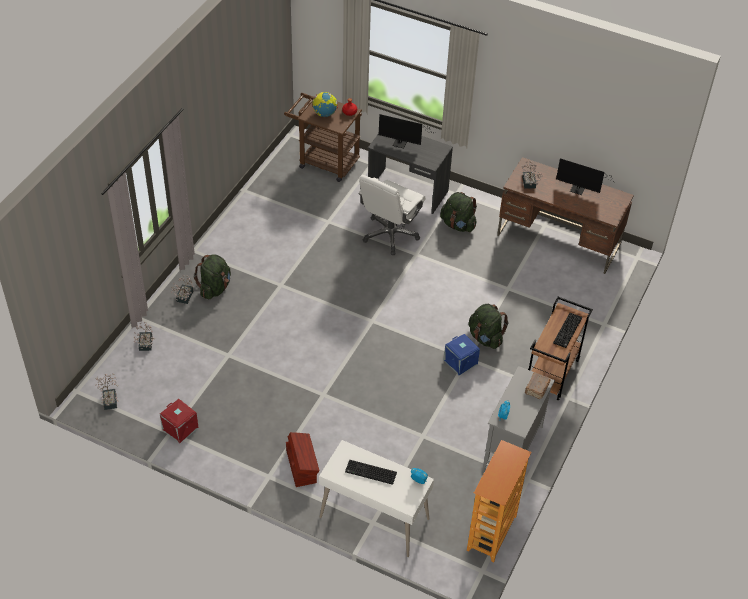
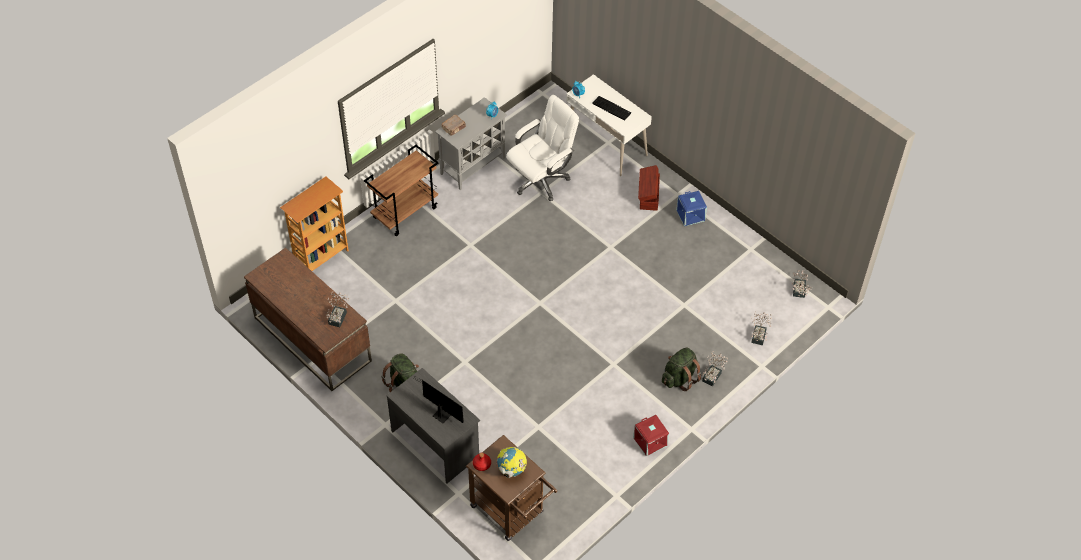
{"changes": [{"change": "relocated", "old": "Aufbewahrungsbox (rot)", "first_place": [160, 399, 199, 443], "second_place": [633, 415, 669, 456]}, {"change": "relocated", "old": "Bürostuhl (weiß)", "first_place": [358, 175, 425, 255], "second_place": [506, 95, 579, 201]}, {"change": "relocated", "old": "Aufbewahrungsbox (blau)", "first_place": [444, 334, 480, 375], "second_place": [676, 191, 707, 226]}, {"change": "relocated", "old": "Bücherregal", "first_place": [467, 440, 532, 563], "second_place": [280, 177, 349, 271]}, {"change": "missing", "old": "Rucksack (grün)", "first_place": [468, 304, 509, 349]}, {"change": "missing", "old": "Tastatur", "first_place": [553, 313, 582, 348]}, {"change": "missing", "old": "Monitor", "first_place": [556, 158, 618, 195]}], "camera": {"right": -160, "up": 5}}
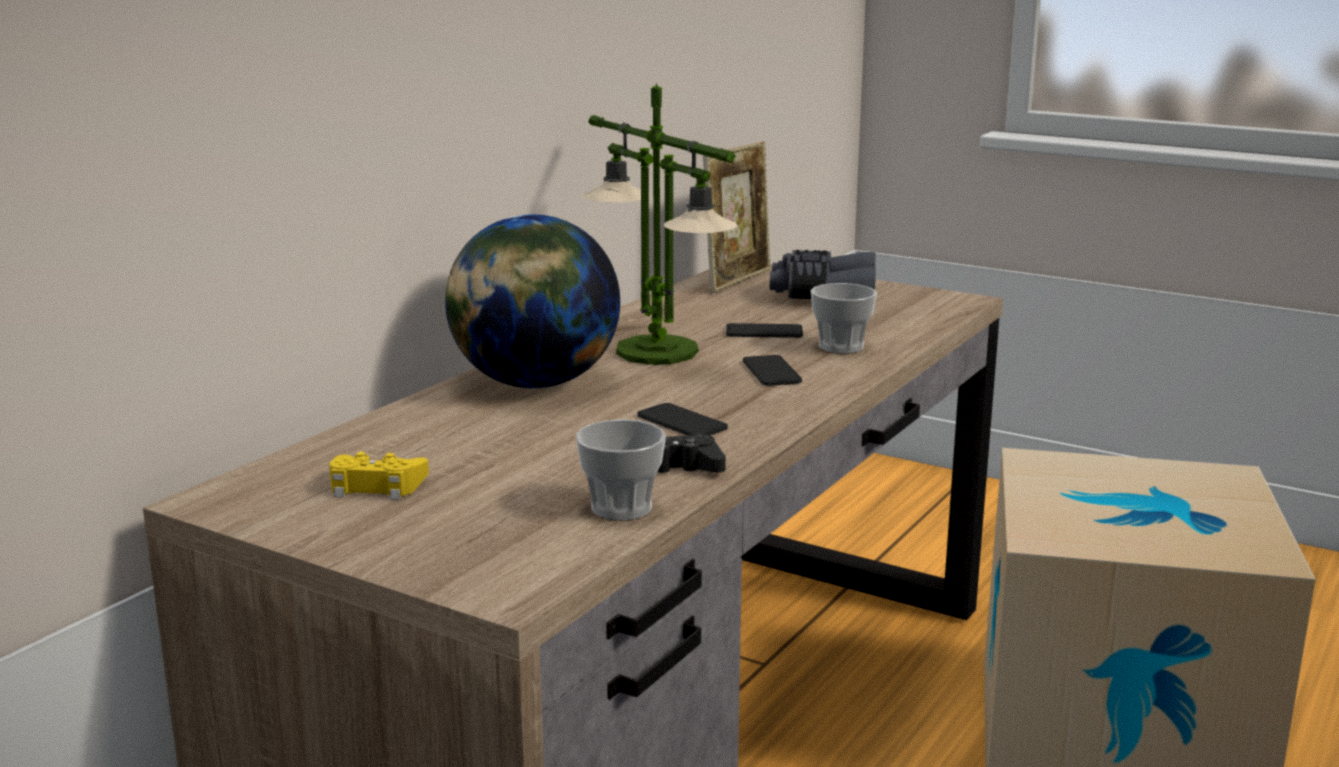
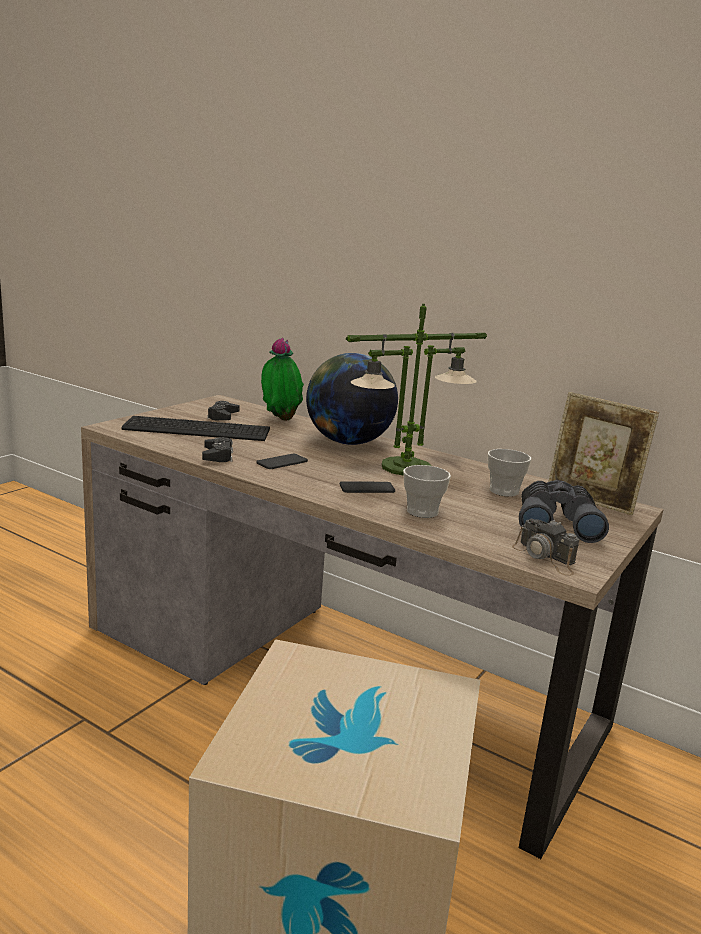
{"changes": [{"change": "colour", "old": "Gamepad (gelb)", "new": "Gamepad (schwarz)", "first_place": [329, 452, 429, 500], "second_place": [207, 401, 240, 420]}, {"change": "relocated", "old": "Tasse", "first_place": [576, 419, 666, 521], "second_place": [488, 449, 531, 497]}, {"change": "missing", "old": "Handy", "first_place": [726, 323, 803, 338]}, {"change": "appeared", "new": "Tastatur", "second_place": [121, 416, 270, 441]}, {"change": "appeared", "new": "Topfpflanze", "second_place": [261, 338, 304, 421]}, {"change": "appeared", "new": "Kamera", "second_place": [512, 519, 579, 576]}], "camera": {"right": 90, "up": 0}}
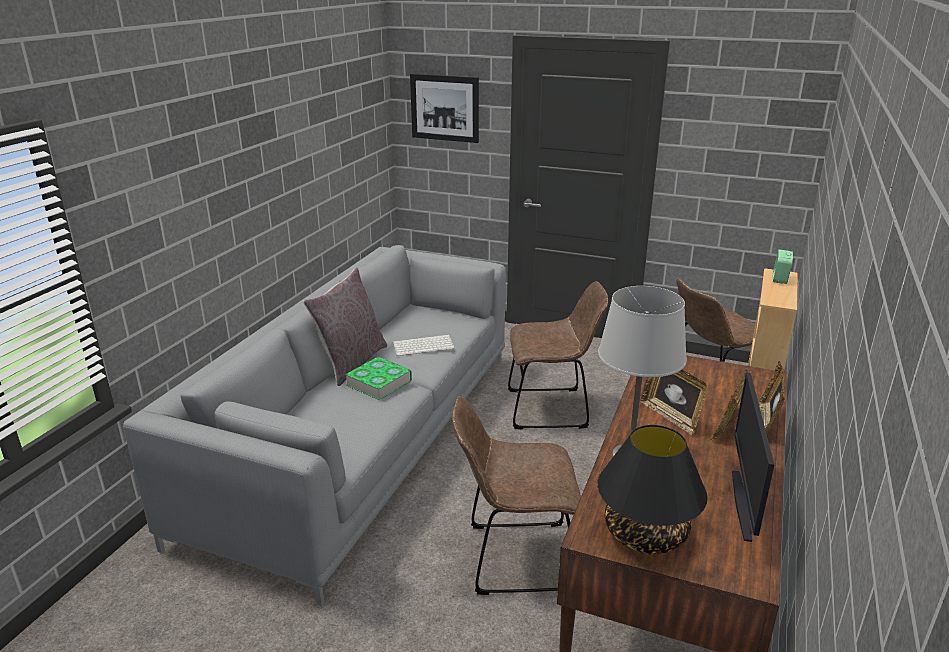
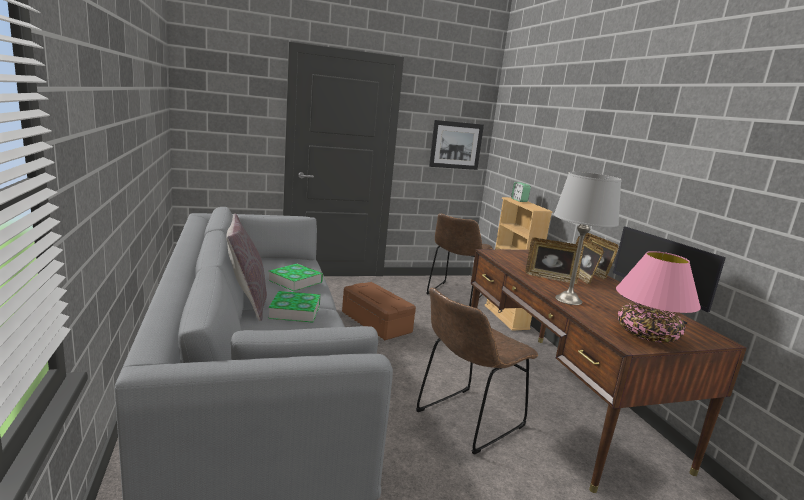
{"changes": [{"change": "exchanged", "old": "Tastatur", "new": "Buch", "first_place": [393, 335, 455, 356], "second_place": [268, 264, 323, 291]}, {"change": "relocated", "old": "Bild", "first_place": [410, 74, 479, 143], "second_place": [429, 120, 484, 170]}, {"change": "exchanged", "old": "Stuhl (braun)", "new": "Aufbewahrungsbox (braun)", "first_place": [508, 281, 608, 430], "second_place": [342, 282, 416, 340]}, {"change": "colour", "old": "Tischlampe (schwarz)", "new": "Tischlampe (rosa)", "first_place": [597, 425, 708, 554], "second_place": [616, 251, 701, 343]}], "camera": {"right": -40, "up": -10}}
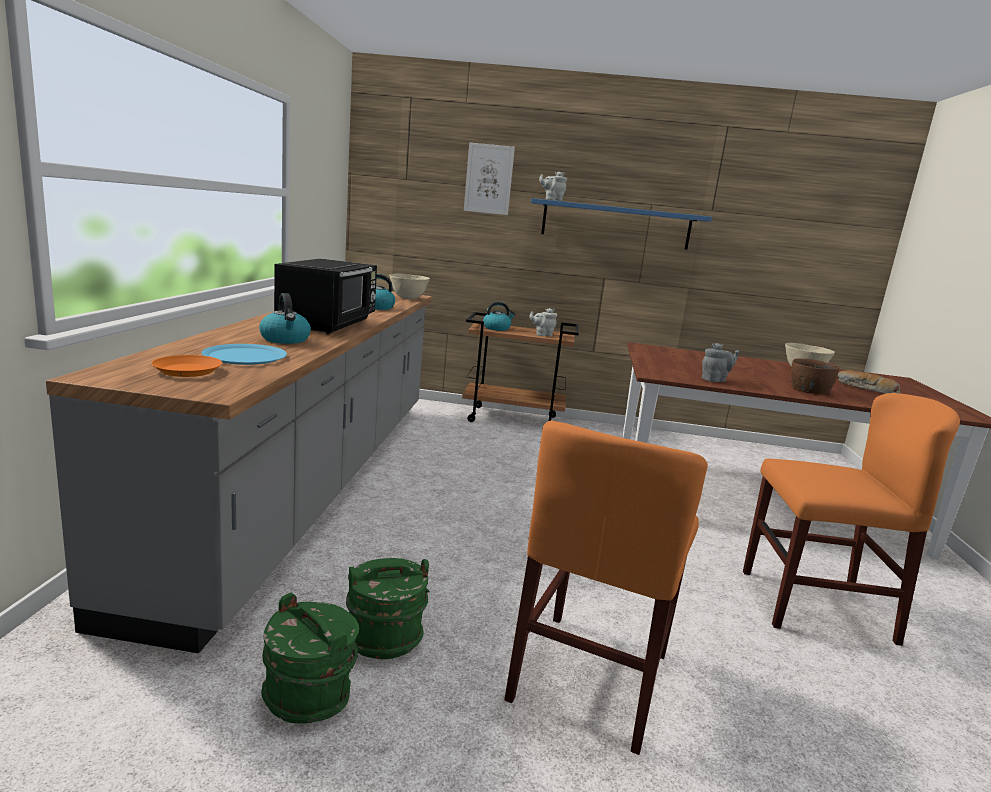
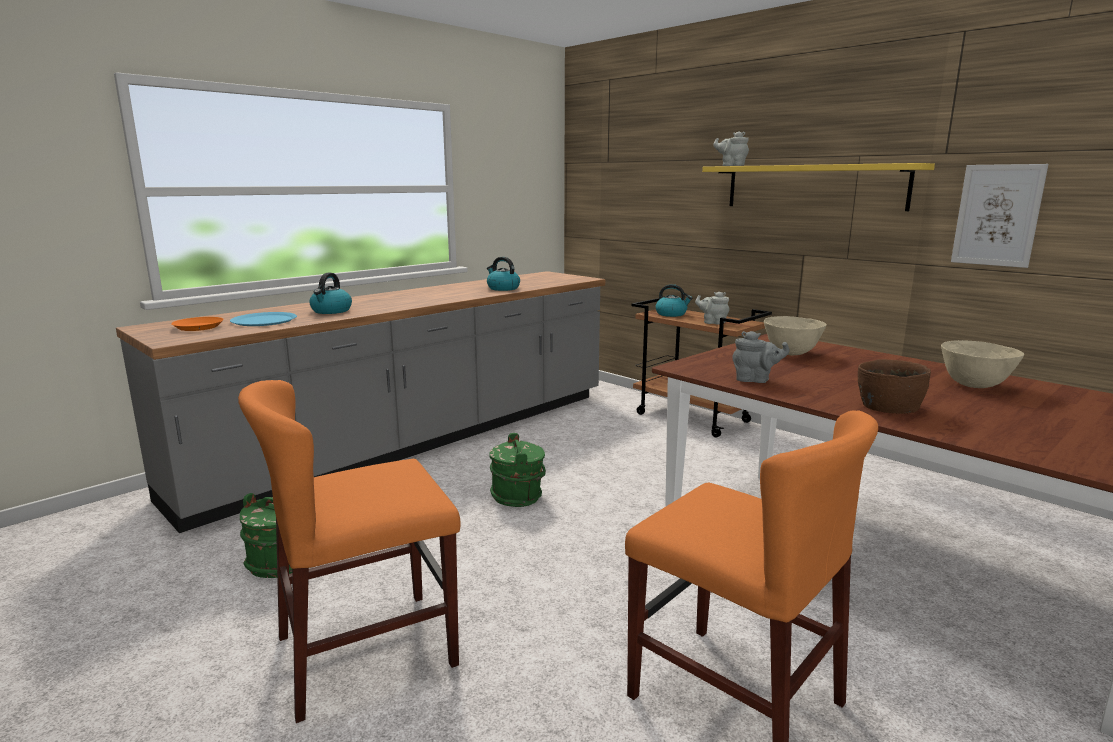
{"changes": [{"change": "relocated", "old": "Eimer (grün)", "first_place": [261, 592, 359, 724], "second_place": [489, 433, 546, 507]}, {"change": "missing", "old": "Mikrowelle (schwarz)", "first_place": [274, 259, 377, 334]}, {"change": "relocated", "old": "Schüssel (beige)", "first_place": [390, 274, 430, 299], "second_place": [764, 316, 826, 355]}, {"change": "relocated", "old": "Bild", "first_place": [464, 142, 515, 215], "second_place": [951, 164, 1048, 268]}, {"change": "colour", "old": "Wandregal (blau)", "new": "Wandregal (gelb)", "first_place": [531, 198, 712, 250], "second_place": [702, 163, 935, 211]}, {"change": "missing", "old": "Brot", "first_place": [837, 370, 900, 394]}], "camera": {"right": 40, "up": 0}}
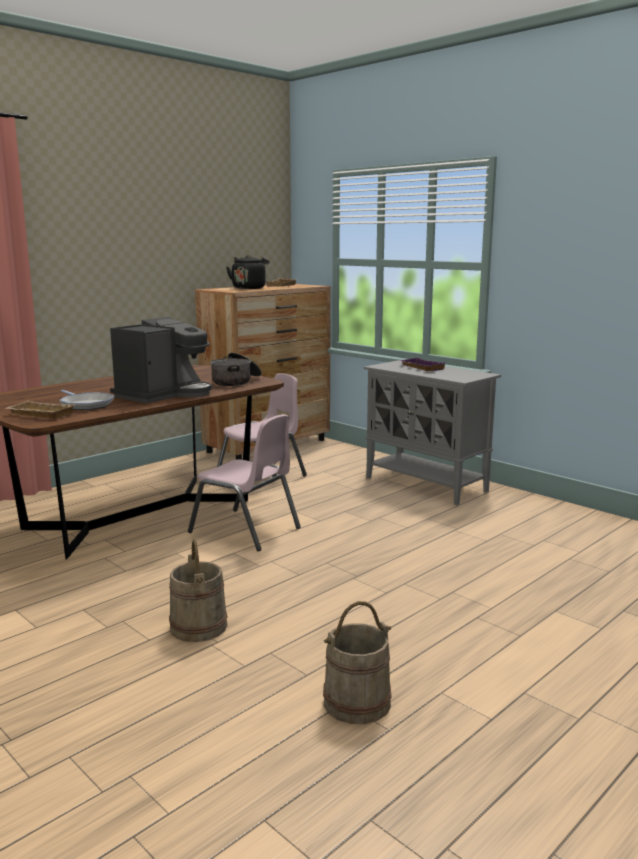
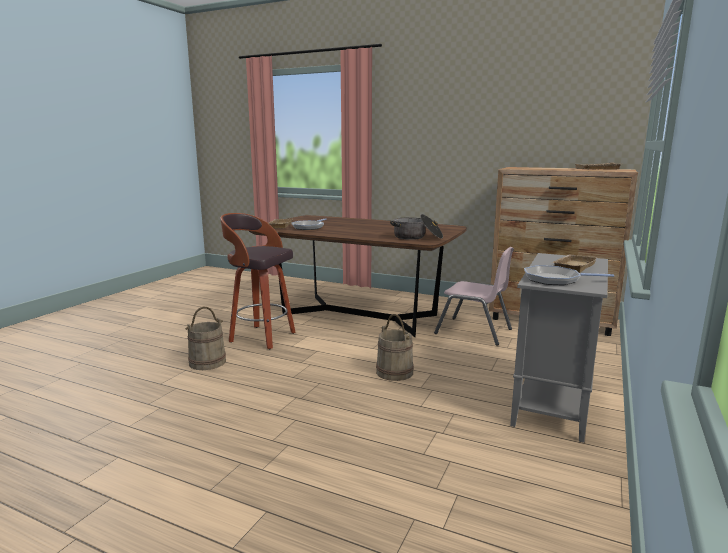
{"changes": [{"change": "missing", "old": "Kaffeemaschine", "first_place": [110, 317, 212, 403]}, {"change": "missing", "old": "Stuhl (rosa)", "first_place": [188, 414, 301, 551]}, {"change": "missing", "old": "Wasserkessel (schwarz)", "first_place": [226, 255, 269, 289]}, {"change": "relocated", "old": "Eimer (beige)", "first_place": [323, 601, 392, 724], "second_place": [376, 314, 414, 381]}, {"change": "colour", "old": "Tablett (lila)", "new": "Tablett (beige)", "first_place": [399, 358, 445, 371], "second_place": [553, 255, 597, 273]}, {"change": "appeared", "new": "Hocker", "second_place": [220, 213, 296, 349]}, {"change": "appeared", "new": "Pfanne", "second_place": [524, 265, 614, 285]}], "camera": {"right": 70, "up": 0}}
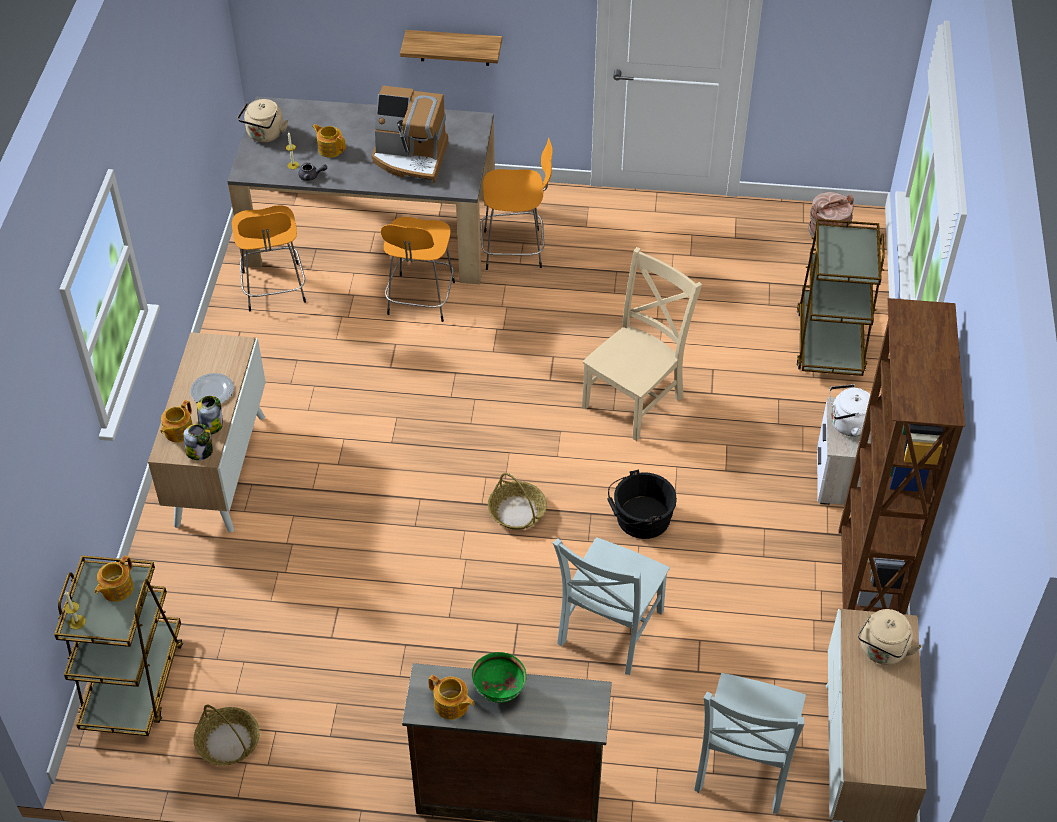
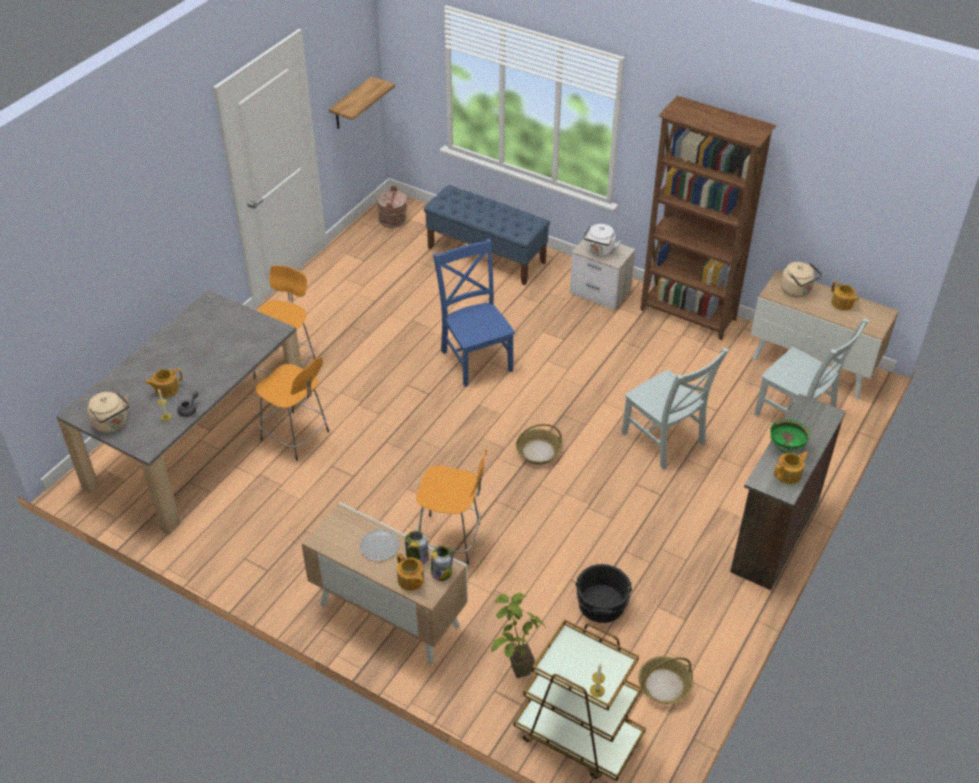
{"changes": [{"change": "relocated", "old": "Teekanne", "first_place": [95, 555, 134, 602], "second_place": [831, 281, 859, 311]}, {"change": "relocated", "old": "Hocker (orange)", "first_place": [232, 205, 306, 311], "second_place": [416, 449, 487, 565]}, {"change": "missing", "old": "Kaffeemaschine", "first_place": [372, 86, 448, 183]}, {"change": "relocated", "old": "Wandregal", "first_place": [400, 30, 502, 66], "second_place": [329, 77, 395, 129]}, {"change": "colour", "old": "Stuhl (beige)", "new": "Stuhl (blau)", "first_place": [582, 247, 702, 441], "second_place": [433, 238, 515, 387]}, {"change": "relocated", "old": "Eimer (schwarz)", "first_place": [607, 469, 677, 539], "second_place": [575, 564, 632, 623]}, {"change": "exchanged", "old": "Rollwagen (braun)", "new": "Bank (blau)", "first_place": [797, 219, 885, 376], "second_place": [424, 185, 550, 285]}, {"change": "appeared", "new": "Topfpflanze", "second_place": [491, 593, 546, 678]}], "camera": {"right": -65, "up": -5}}
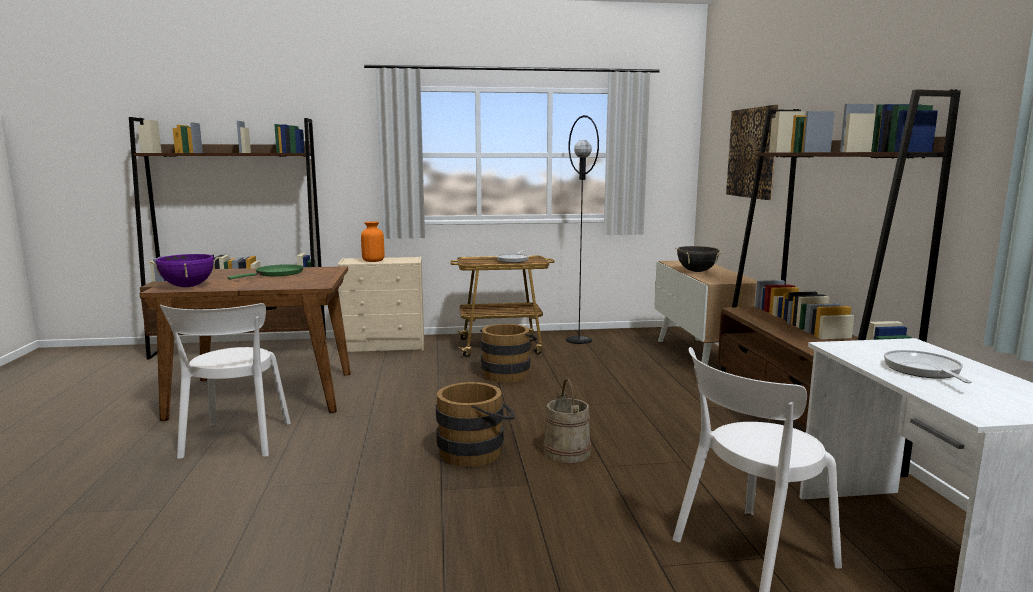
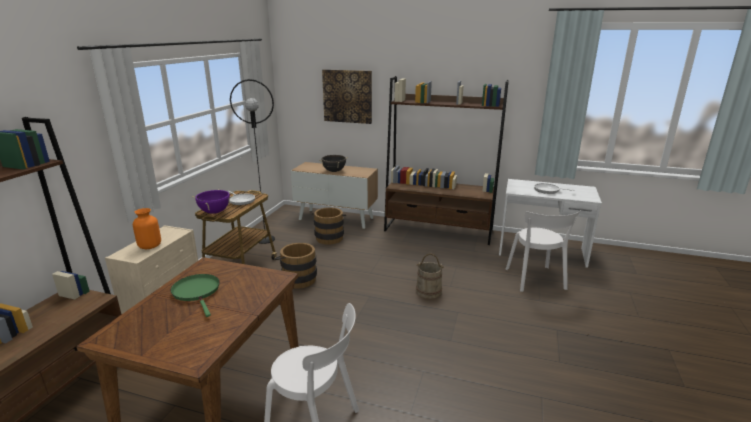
{"changes": [{"change": "relocated", "old": "Kochtopf (lila)", "first_place": [148, 254, 221, 287], "second_place": [192, 189, 233, 214]}, {"change": "relocated", "old": "Eimer (braun)", "first_place": [436, 382, 515, 467], "second_place": [312, 207, 346, 245]}], "camera": {"right": -65, "up": 10}}
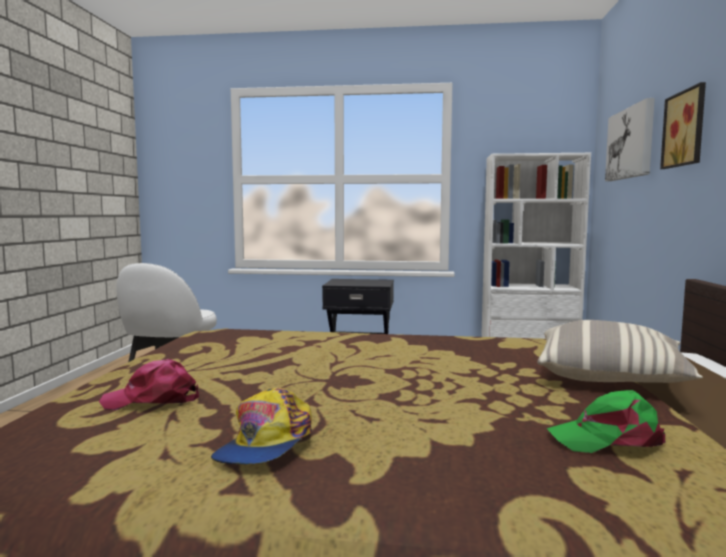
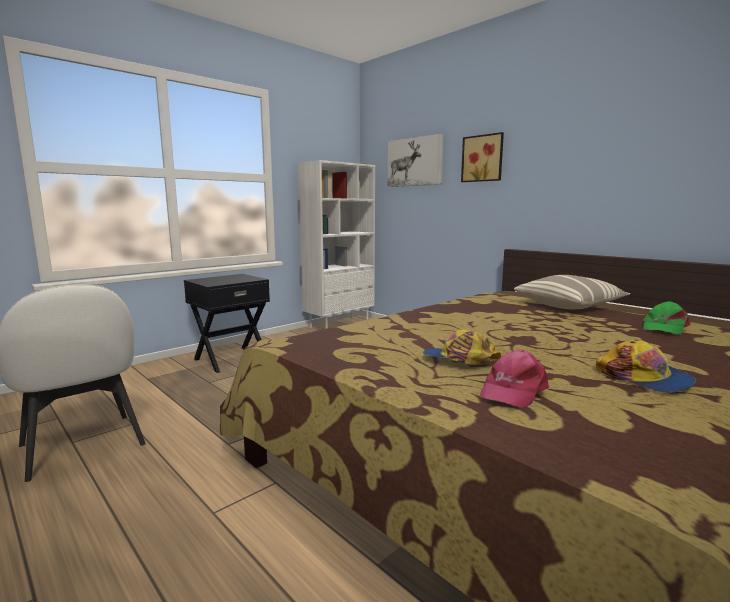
{"changes": [{"change": "appeared", "new": "Kappe", "second_place": [423, 330, 501, 365]}], "camera": {"right": -50, "up": 5}}
